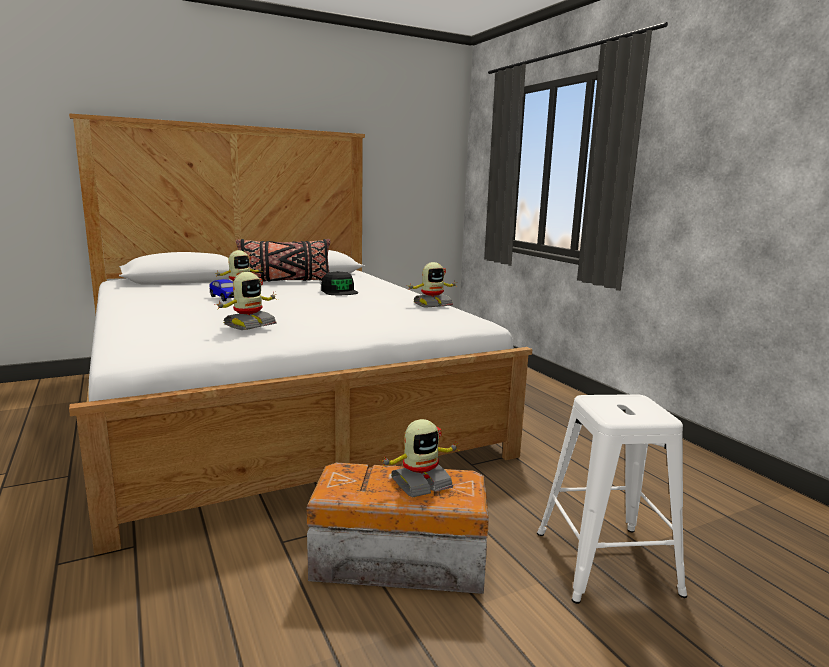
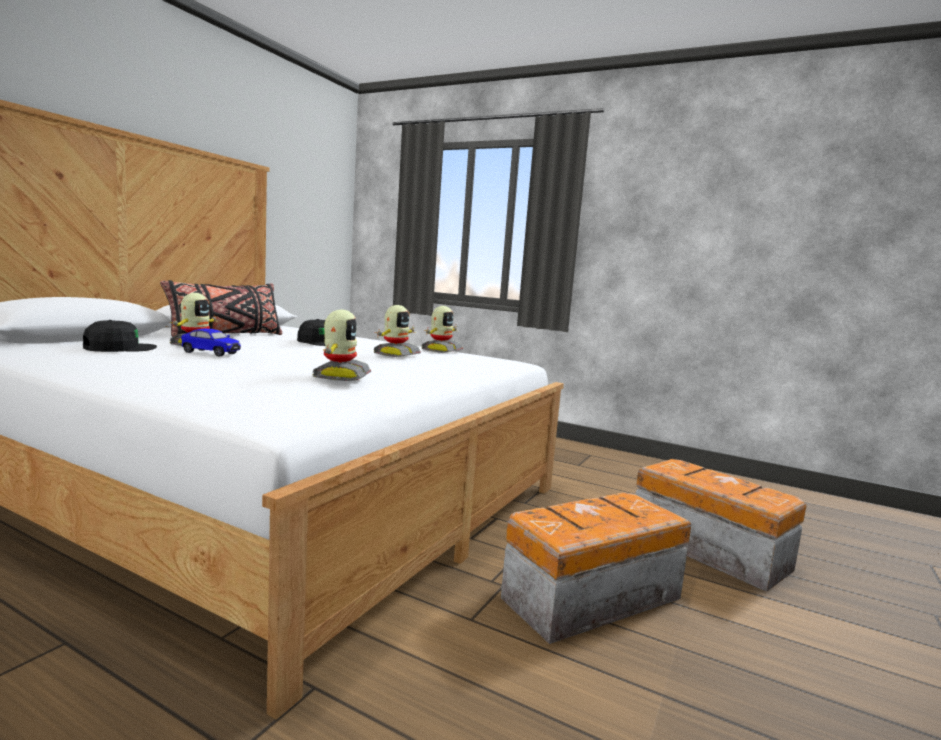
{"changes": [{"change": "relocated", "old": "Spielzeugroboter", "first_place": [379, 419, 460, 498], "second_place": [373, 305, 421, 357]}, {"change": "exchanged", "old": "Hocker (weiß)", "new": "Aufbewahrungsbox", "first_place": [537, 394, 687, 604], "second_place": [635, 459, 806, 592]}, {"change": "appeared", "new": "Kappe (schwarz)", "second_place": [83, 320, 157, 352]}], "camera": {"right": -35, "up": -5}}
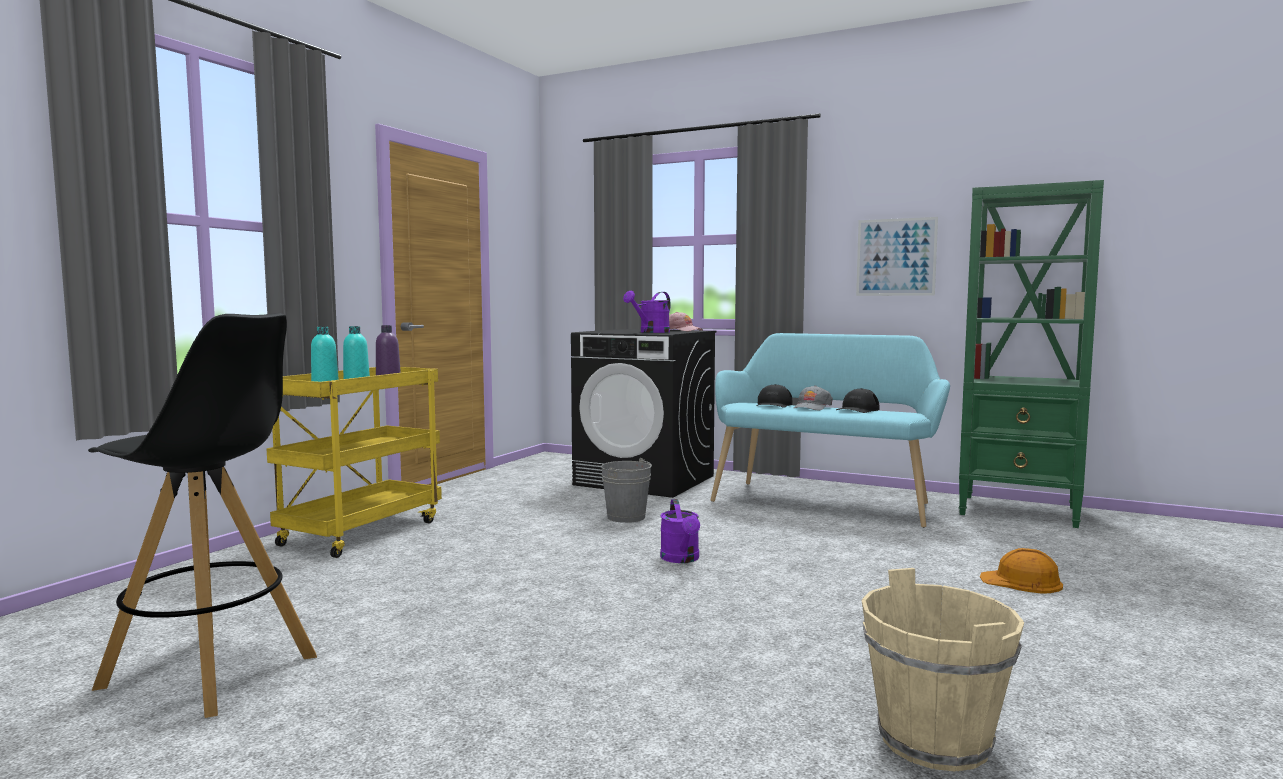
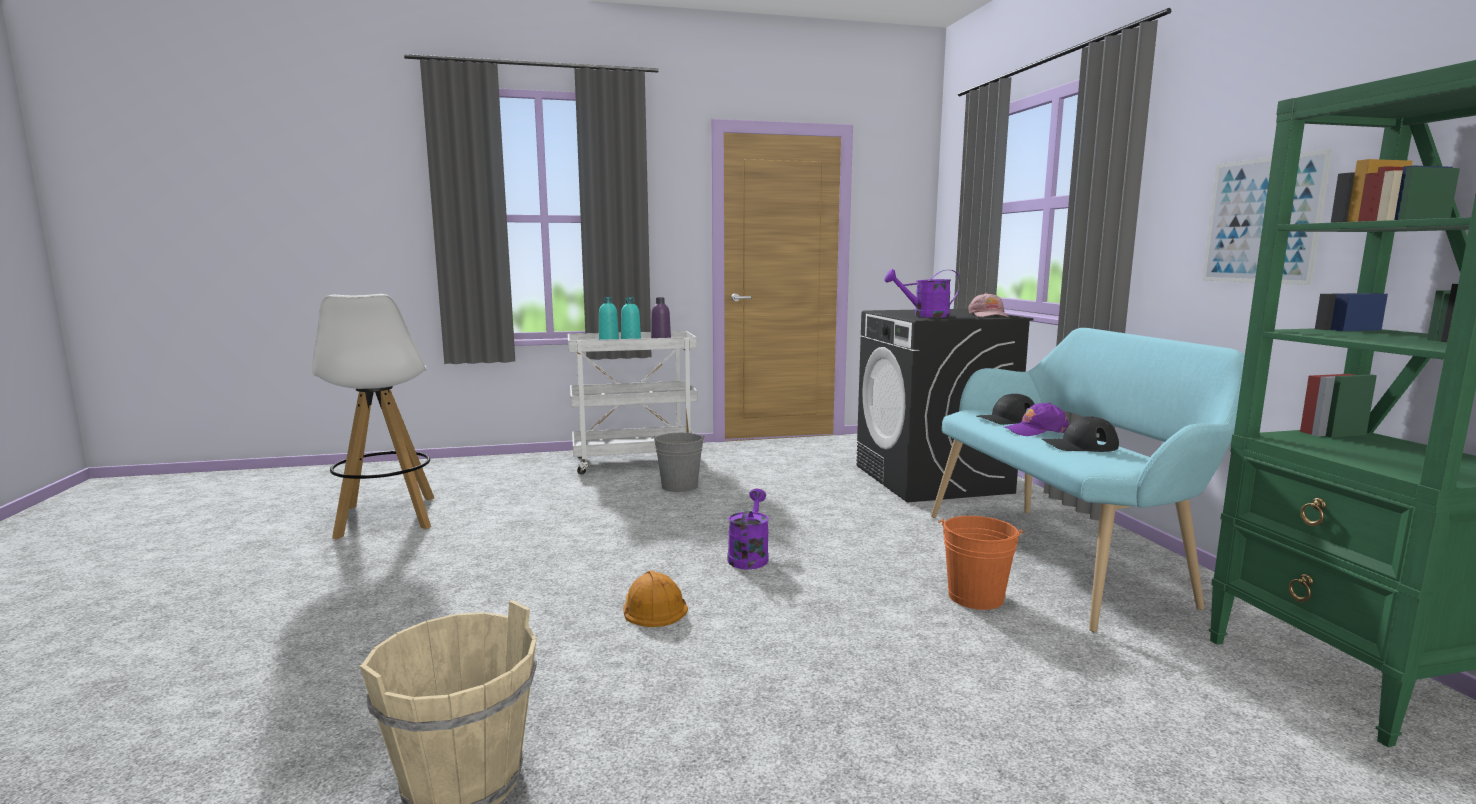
{"changes": [{"change": "colour", "old": "Hocker (schwarz)", "new": "Hocker (weiß)", "first_place": [88, 313, 317, 718], "second_place": [312, 294, 434, 540]}, {"change": "colour", "old": "Rollwagen (gelb)", "new": "Rollwagen (weiß)", "first_place": [267, 367, 442, 558], "second_place": [568, 331, 698, 475]}, {"change": "relocated", "old": "Eimer (grau)", "first_place": [601, 458, 652, 523], "second_place": [651, 433, 707, 492]}, {"change": "spun", "old": "Gießkanne (lila)", "first_place": [660, 499, 700, 563], "second_place": [727, 489, 769, 570], "degrees": 150}, {"change": "colour", "old": "Kappe (grau)", "new": "Kappe (lila)", "first_place": [793, 385, 833, 411], "second_place": [1003, 403, 1071, 436]}, {"change": "relocated", "old": "Schutzhelm (orange)", "first_place": [980, 548, 1063, 594], "second_place": [623, 570, 688, 627]}, {"change": "appeared", "new": "Eimer (orange)", "second_place": [938, 516, 1024, 610]}], "camera": {"right": 50, "up": 5}}
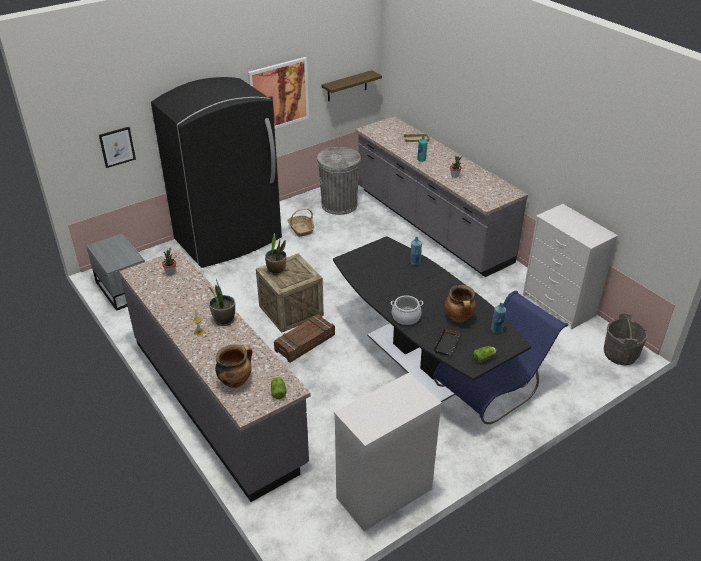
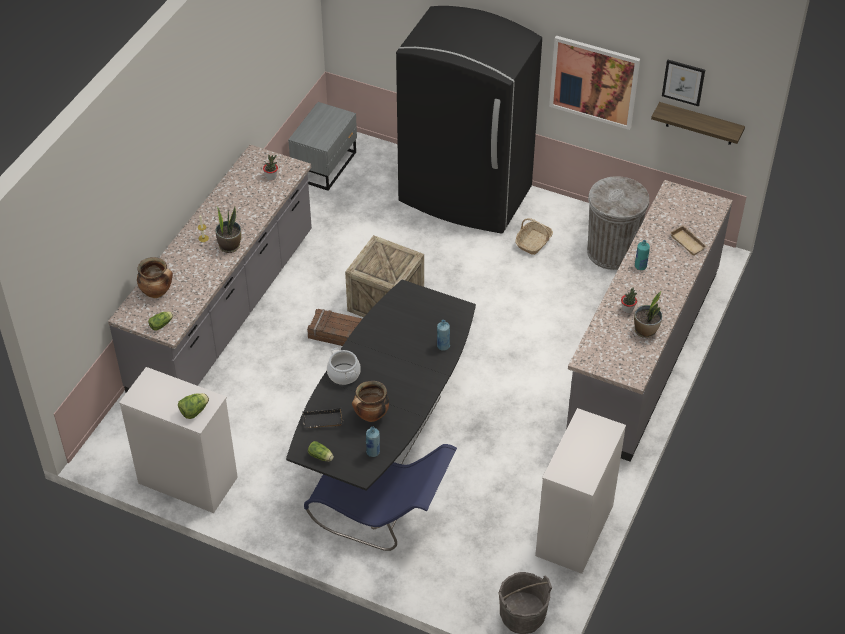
{"changes": [{"change": "relocated", "old": "Bild", "first_place": [99, 127, 136, 168], "second_place": [662, 60, 705, 107]}, {"change": "relocated", "old": "Topfpflanze", "first_place": [265, 233, 286, 275], "second_place": [634, 291, 662, 338]}, {"change": "appeared", "new": "Salatkopf", "second_place": [178, 393, 209, 419]}], "camera": {"right": 60, "up": 10}}
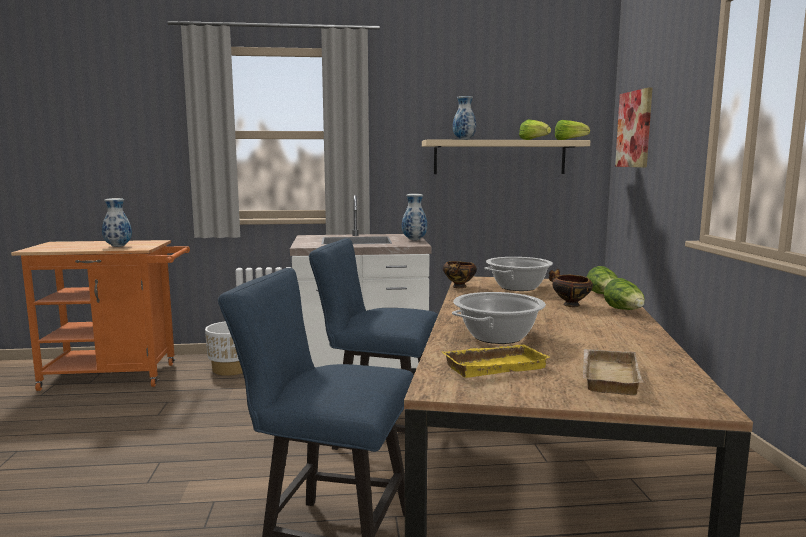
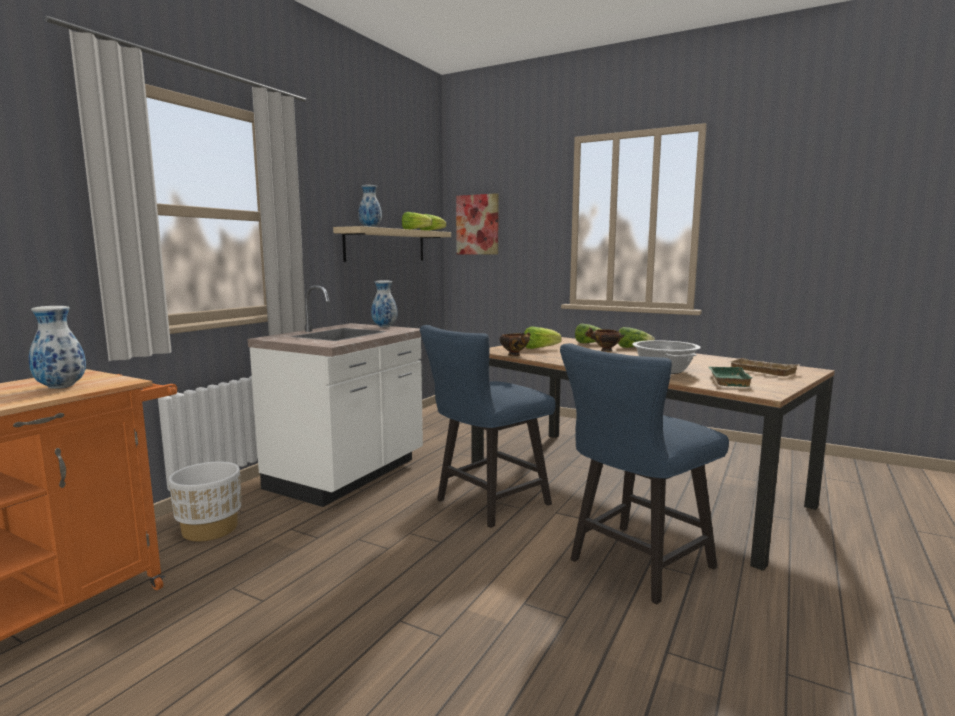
{"changes": [{"change": "colour", "old": "Tablett (gelb)", "new": "Tablett (grün)", "first_place": [442, 345, 550, 378], "second_place": [708, 367, 753, 387]}, {"change": "exchanged", "old": "Kochtopf", "new": "Salatkopf", "first_place": [485, 257, 553, 291], "second_place": [524, 327, 562, 349]}], "camera": {"right": -55, "up": 0}}
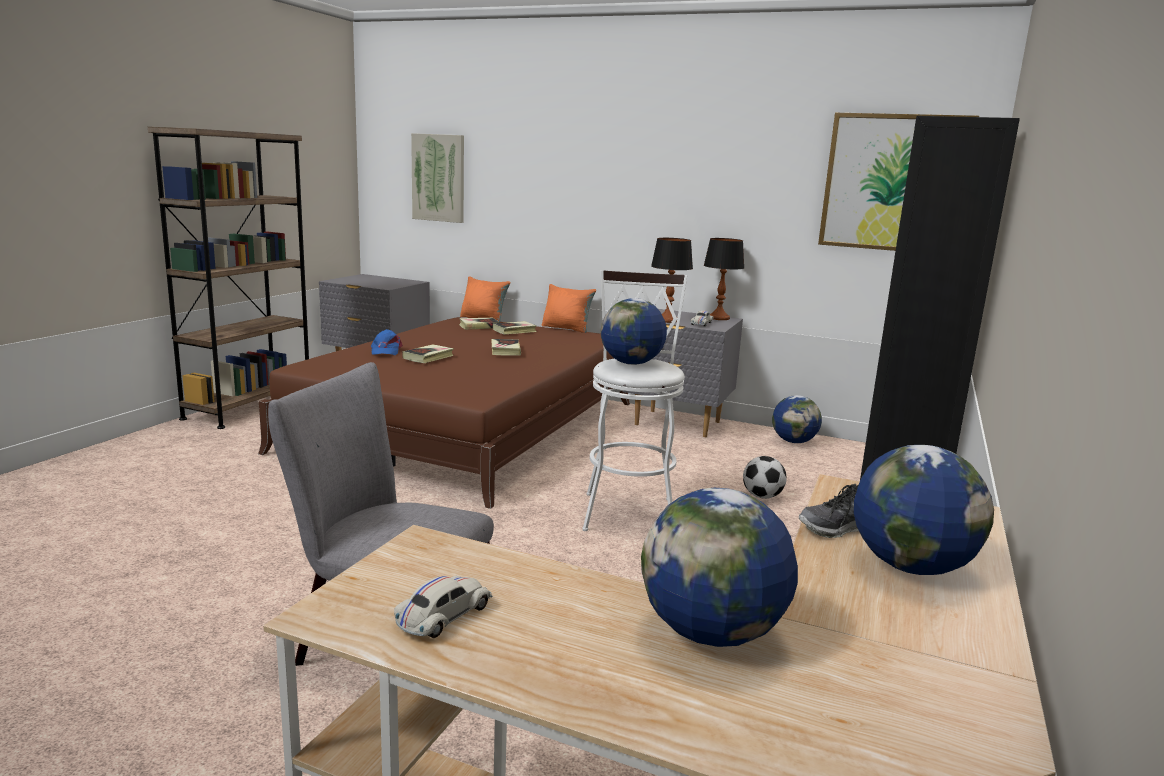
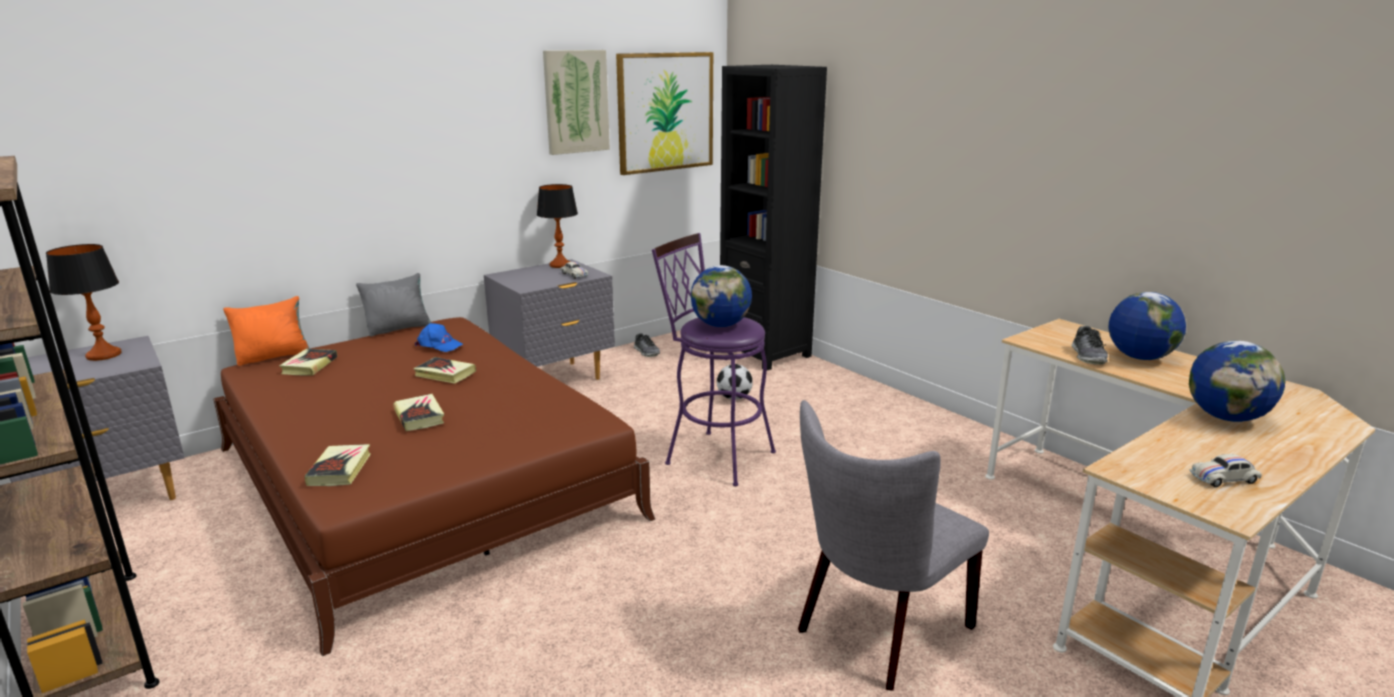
{"changes": [{"change": "relocated", "old": "Kappe (blau)", "first_place": [371, 329, 403, 355], "second_place": [415, 323, 463, 352]}, {"change": "spun", "old": "Spielzeugauto (weiß)", "first_place": [394, 576, 493, 638], "second_place": [1189, 454, 1262, 487], "degrees": -75}, {"change": "relocated", "old": "Bild", "first_place": [411, 133, 464, 223], "second_place": [543, 50, 610, 155]}, {"change": "relocated", "old": "Buch", "first_place": [493, 321, 537, 335], "second_place": [304, 444, 371, 486]}, {"change": "colour", "old": "Kissen (orange)", "new": "Kissen (grau)", "first_place": [542, 284, 596, 333], "second_place": [356, 273, 431, 337]}, {"change": "colour", "old": "Hocker (weiß)", "new": "Hocker (lila)", "first_place": [582, 270, 687, 531], "second_place": [652, 233, 776, 486]}, {"change": "relocated", "old": "Tischlampe", "first_place": [651, 238, 693, 323], "second_place": [46, 244, 122, 361]}, {"change": "exchanged", "old": "Globus", "new": "Schuh", "first_place": [772, 395, 822, 443], "second_place": [633, 333, 660, 357]}], "camera": {"right": -60, "up": 5}}
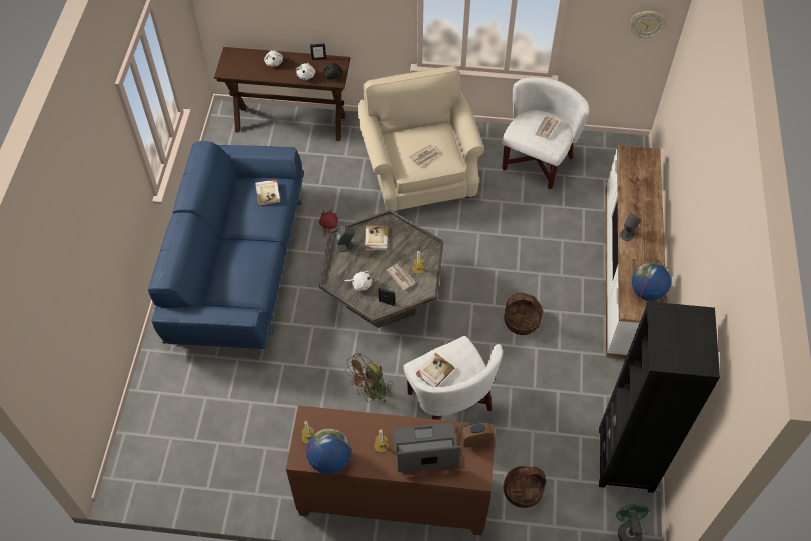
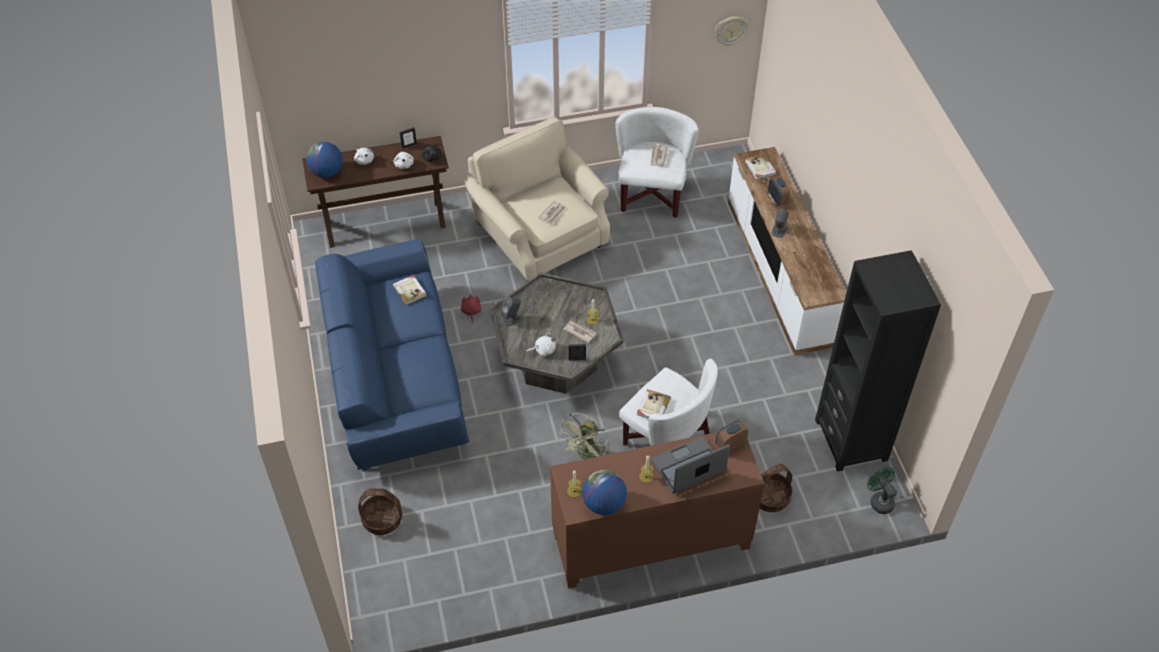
{"changes": [{"change": "colour", "old": "Ventilator (braun)", "new": "Ventilator (grün)", "first_place": [345, 353, 393, 402], "second_place": [558, 413, 609, 459]}, {"change": "relocated", "old": "Buch", "first_place": [365, 226, 388, 251], "second_place": [745, 154, 777, 179]}, {"change": "relocated", "old": "Korb", "first_place": [504, 292, 543, 335], "second_place": [358, 488, 402, 535]}, {"change": "relocated", "old": "Globus", "first_place": [632, 263, 671, 301], "second_place": [306, 142, 342, 178]}, {"change": "appeared", "new": "Wecker", "second_place": [768, 176, 790, 206]}], "camera": {"right": -20, "up": -5}}
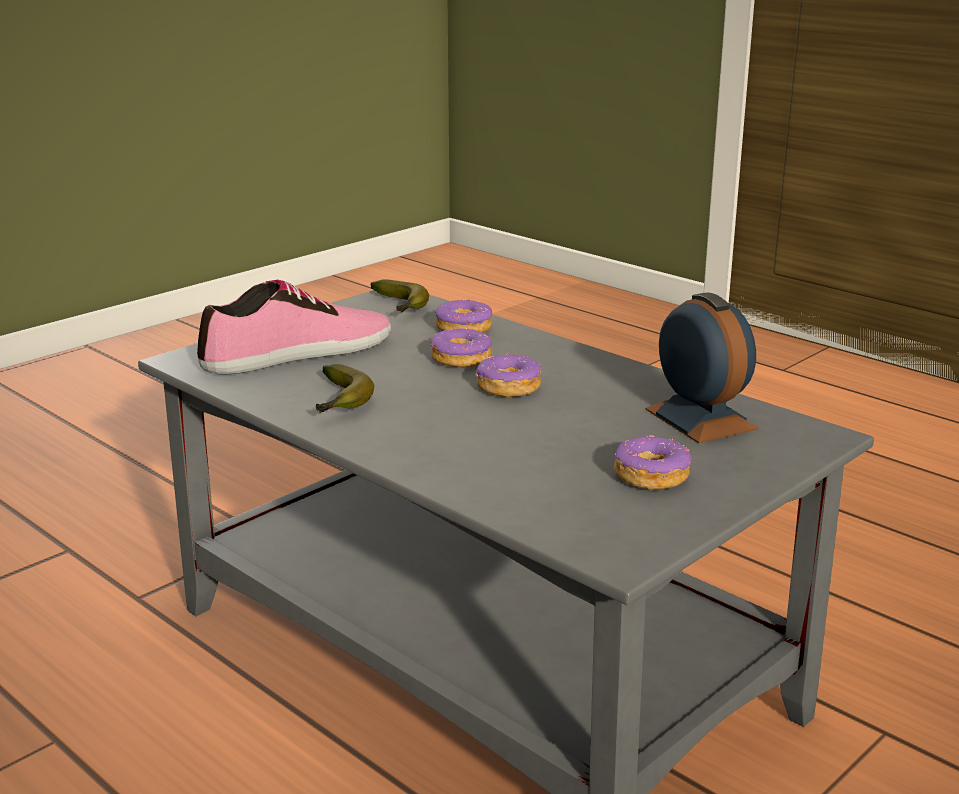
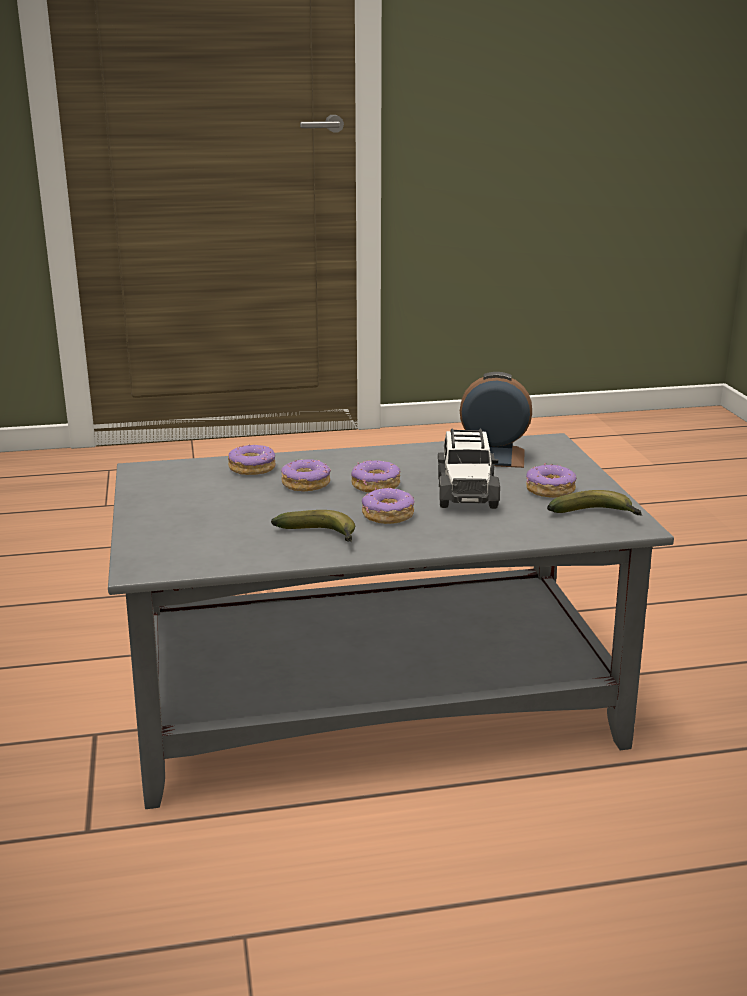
{"changes": [{"change": "missing", "old": "Schuh", "first_place": [197, 279, 391, 374]}, {"change": "relocated", "old": "Banane", "first_place": [371, 279, 429, 313], "second_place": [547, 490, 643, 516]}, {"change": "appeared", "new": "Donut", "second_place": [362, 487, 415, 524]}, {"change": "appeared", "new": "Spielzeugauto", "second_place": [438, 429, 500, 509]}], "camera": {"right": -55, "up": 0}}
